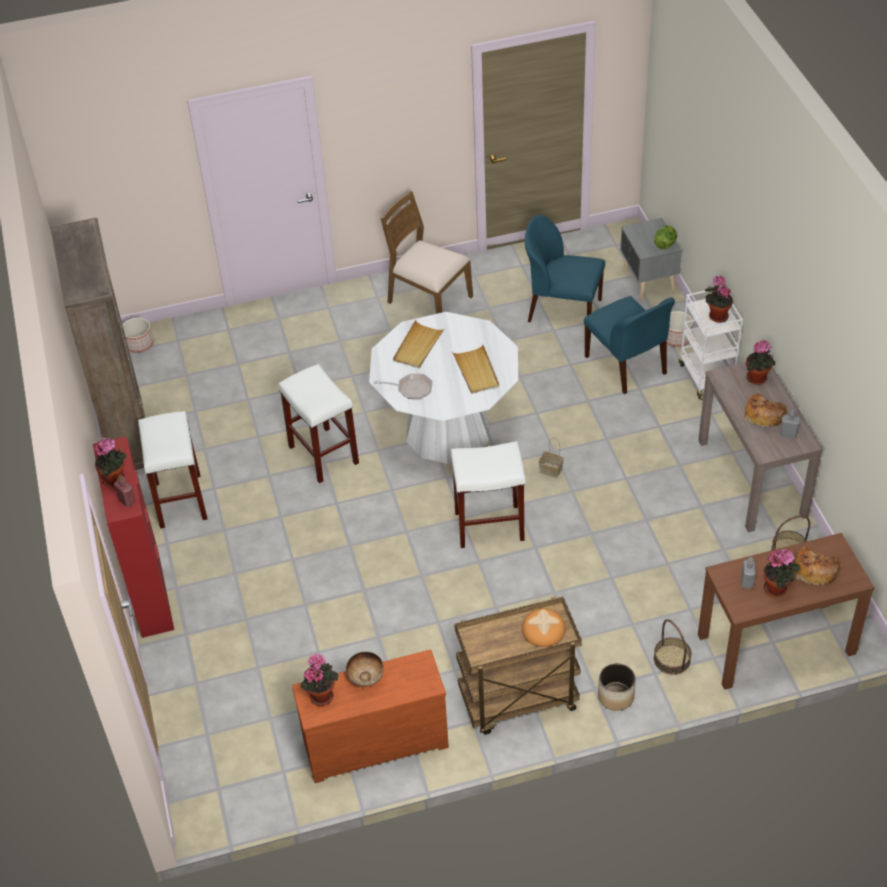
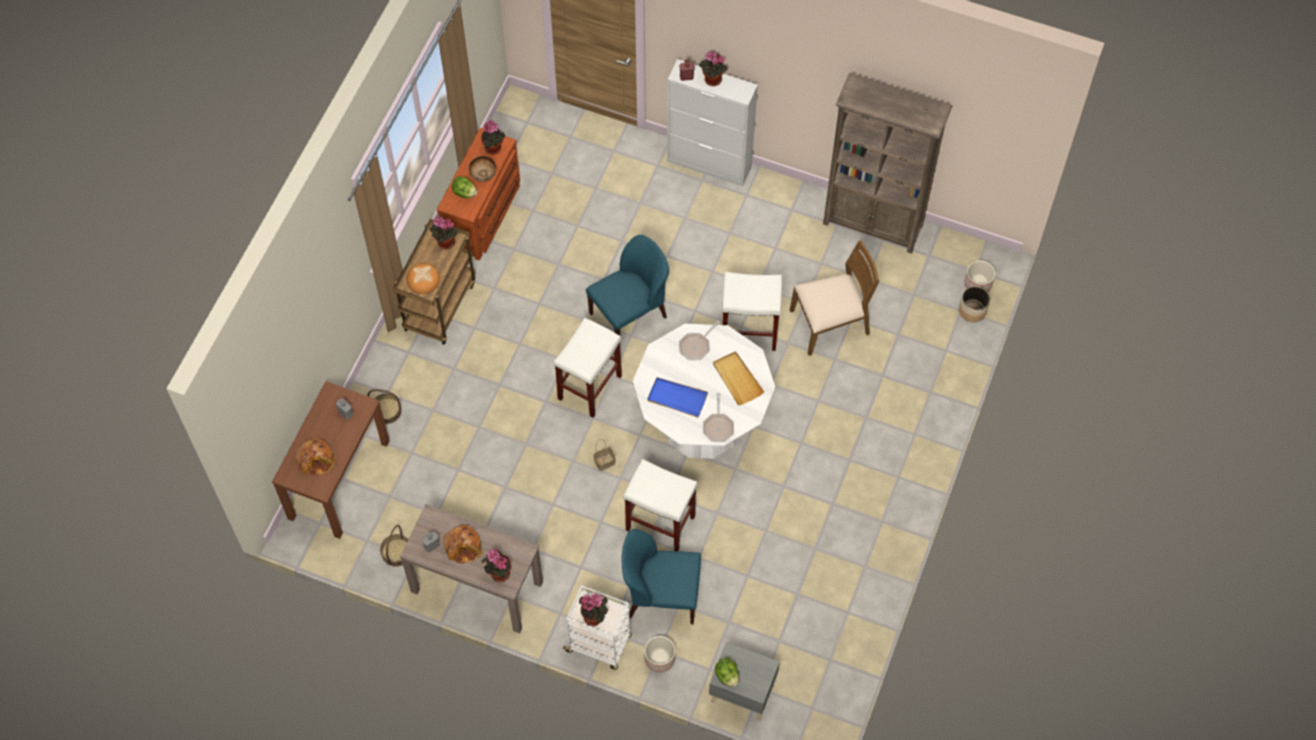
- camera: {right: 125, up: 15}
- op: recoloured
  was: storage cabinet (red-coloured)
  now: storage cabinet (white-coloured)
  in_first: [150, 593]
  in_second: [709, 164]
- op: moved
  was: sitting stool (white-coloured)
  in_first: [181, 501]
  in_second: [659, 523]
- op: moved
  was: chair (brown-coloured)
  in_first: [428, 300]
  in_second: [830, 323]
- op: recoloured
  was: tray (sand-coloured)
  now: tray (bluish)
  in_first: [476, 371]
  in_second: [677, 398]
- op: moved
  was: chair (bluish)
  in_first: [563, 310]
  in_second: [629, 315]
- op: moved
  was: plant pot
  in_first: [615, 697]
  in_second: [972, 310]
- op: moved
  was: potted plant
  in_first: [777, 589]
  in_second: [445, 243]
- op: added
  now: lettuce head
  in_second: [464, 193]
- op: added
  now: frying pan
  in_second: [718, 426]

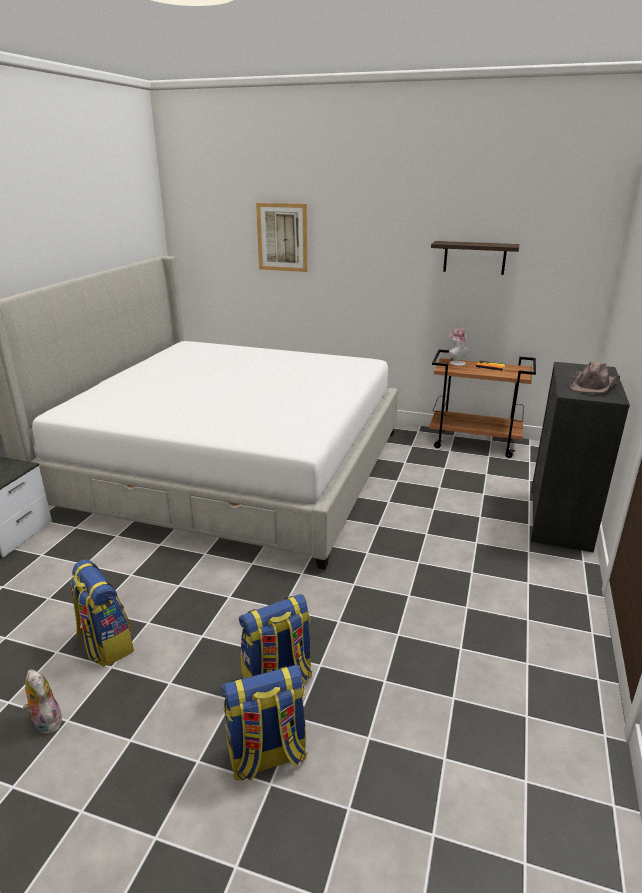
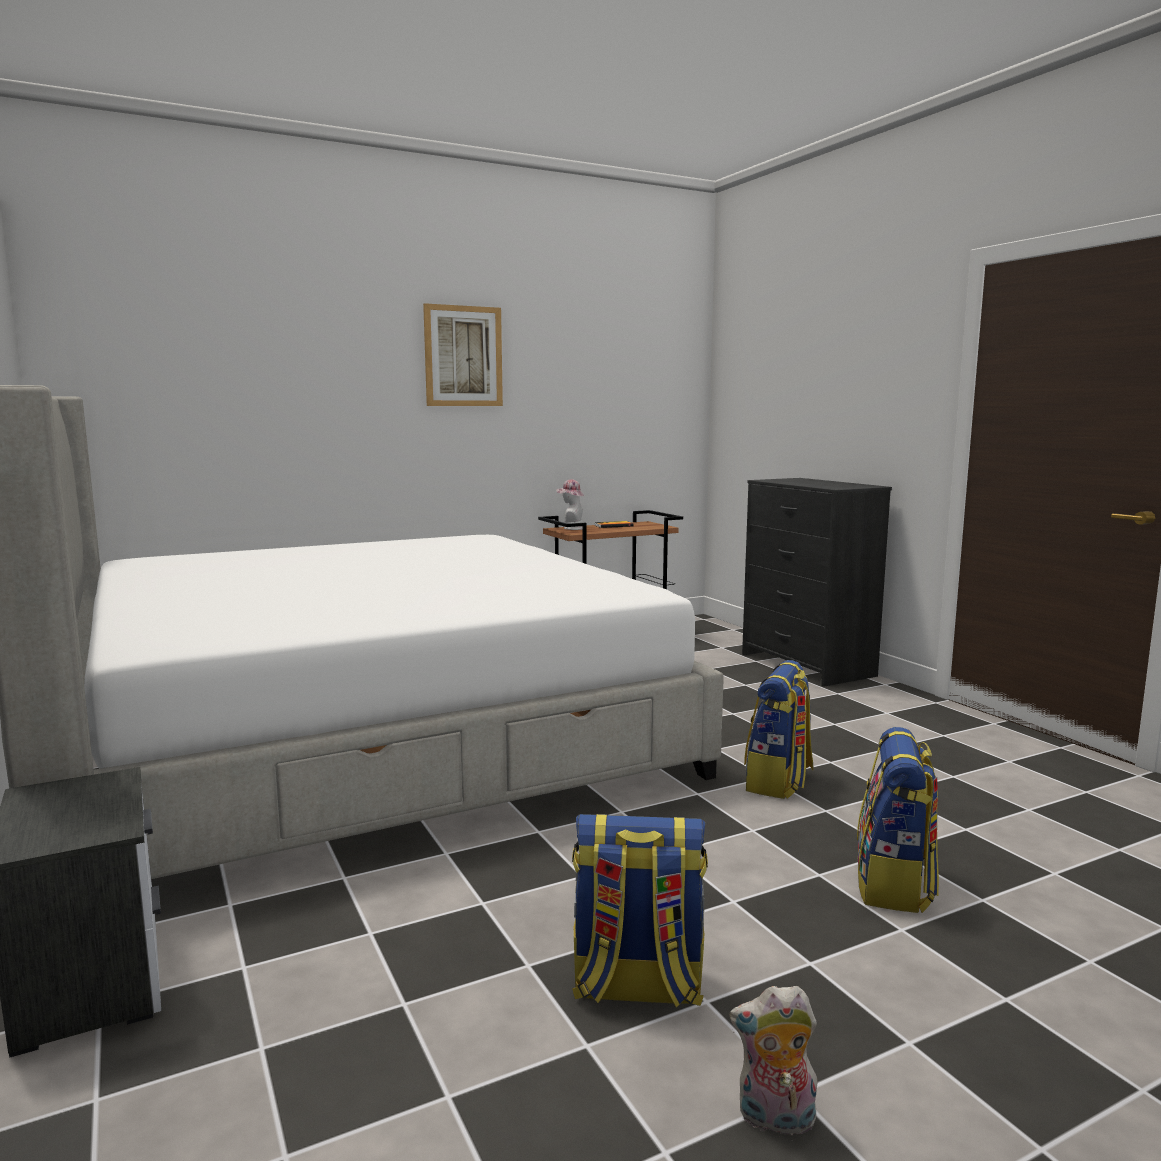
- camera: {right: -45, up: -15}
- op: moved
  was: rucksack
  in_first: [267, 756]
  in_second: [778, 782]
- op: moved
  was: picture
  in_first: [282, 237]
  in_second: [463, 356]
- op: removed
  was: shelf
  in_first: [474, 257]
- op: removed
  was: wearable hat (brown-coloured)
  in_first: [593, 385]

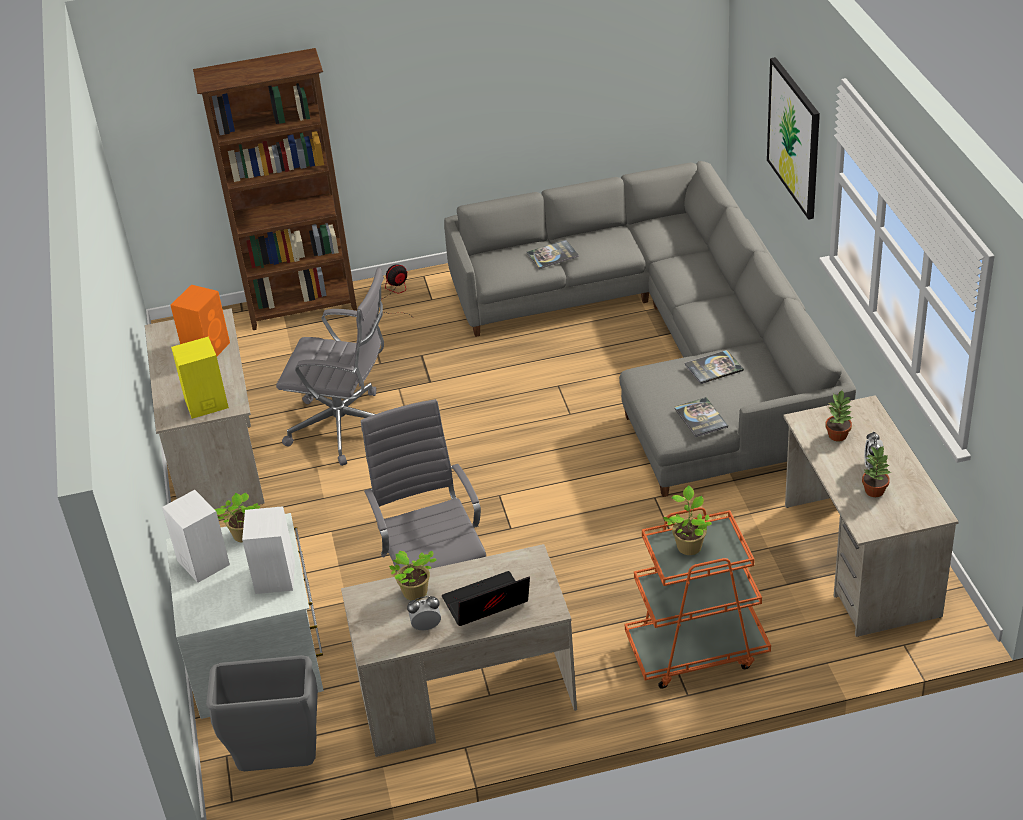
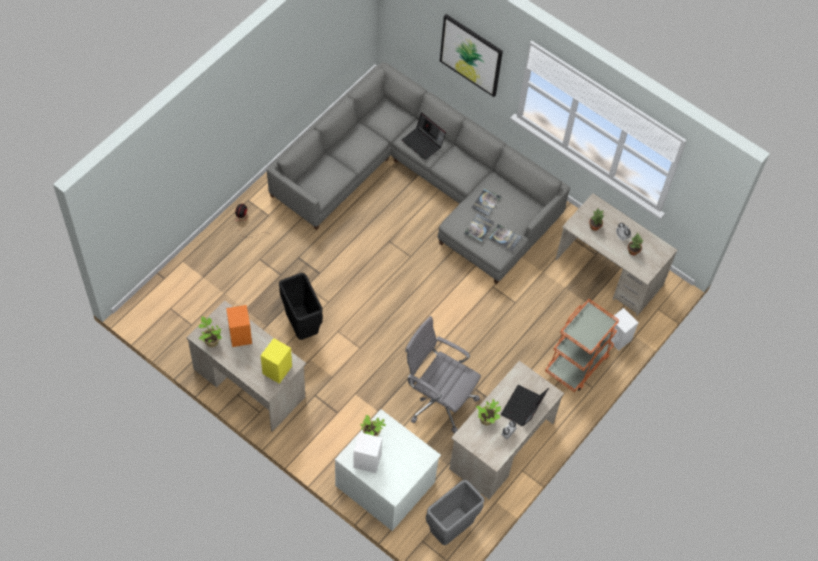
- camera: {right: -45, up: 20}
- op: removed
  was: bookcase (brown-coloured)
  in_first: [303, 308]
- op: moved
  was: speaker (white-coloured)
  in_first: [275, 578]
  in_second: [618, 338]
- op: replaced
  was: desk chair (greyish)
  now: waste bin (black-coloured)
  in_first: [346, 427]
  in_second: [302, 326]
- op: moved
  was: bound book
  in_first: [552, 255]
  in_second: [479, 228]
- op: moved
  was: potted plant
  in_first: [689, 545]
  in_second: [211, 341]
- op: added
  now: portable computer
  in_second: [423, 143]

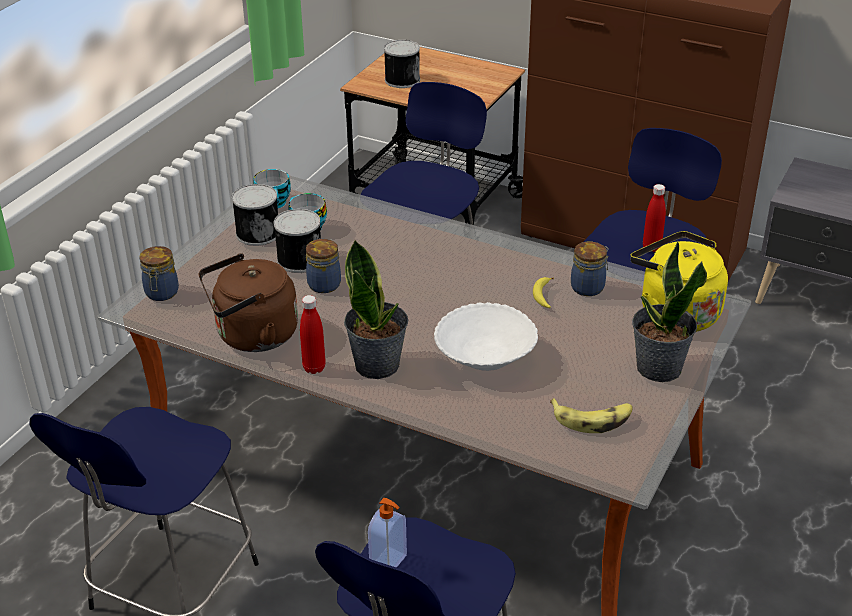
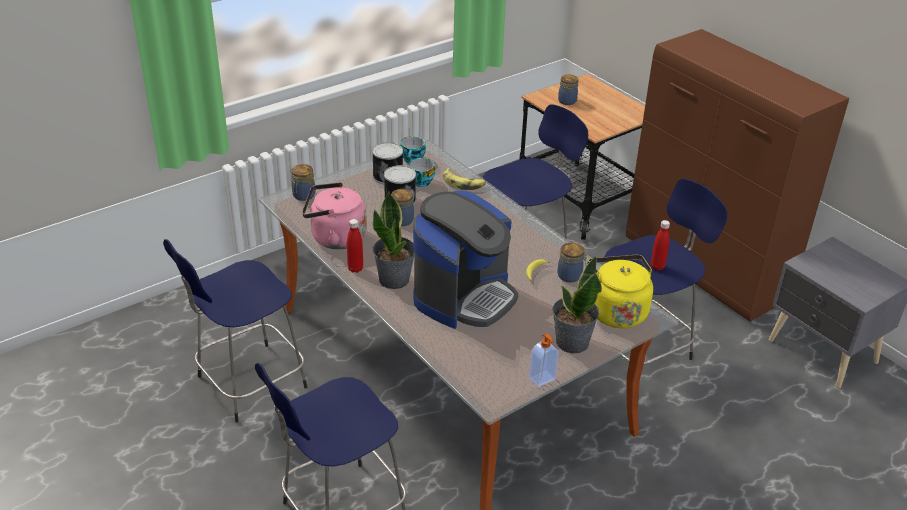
- camera: {right: 25, up: 0}
- op: recoloured
  was: water kettle (brown-coloured)
  now: water kettle (pink-coloured)
  in_first: [252, 336]
  in_second: [335, 238]
- op: moved
  was: soap dispenser
  in_first: [389, 562]
  in_second: [542, 379]
- op: replaced
  was: sealed can
  now: storage jar
  in_first: [401, 80]
  in_second: [567, 101]
- op: replaced
  was: deep dish (white-coloured)
  now: coffee machine
  in_first: [485, 356]
  in_second: [464, 297]
- op: moved
  was: banana fruit
  in_first: [592, 419]
  in_second: [463, 183]

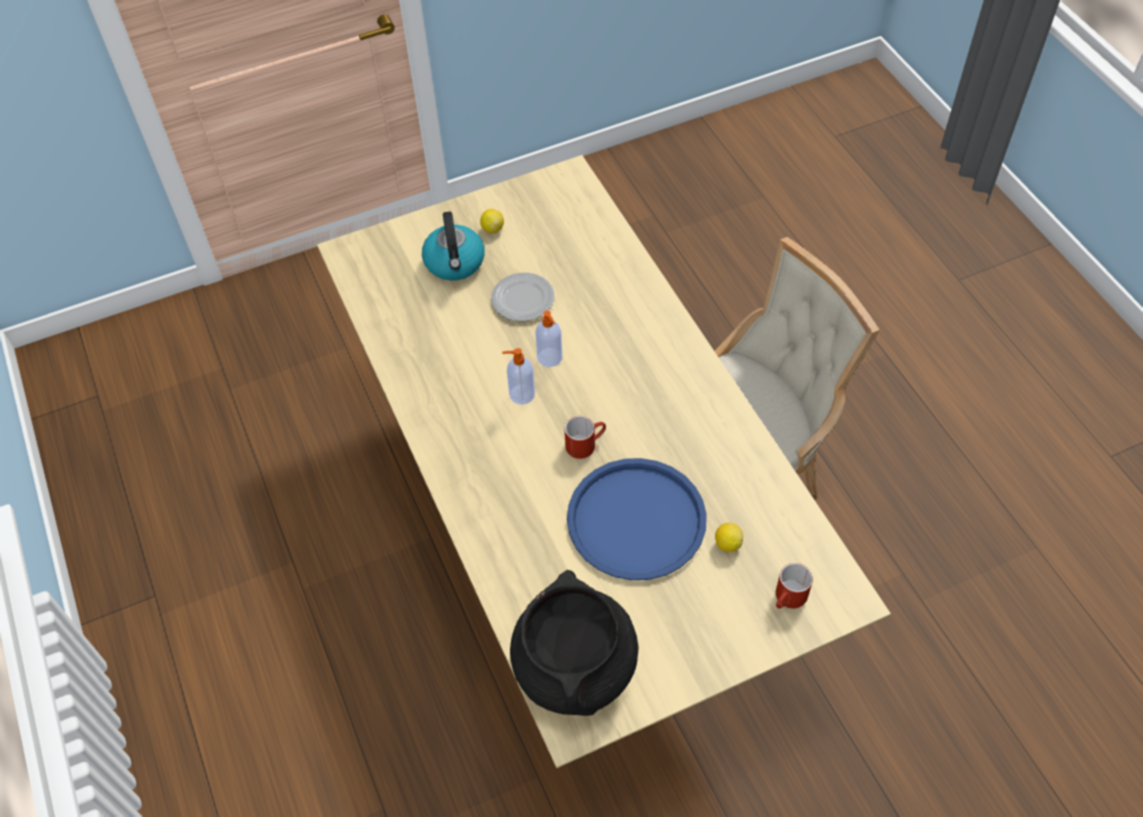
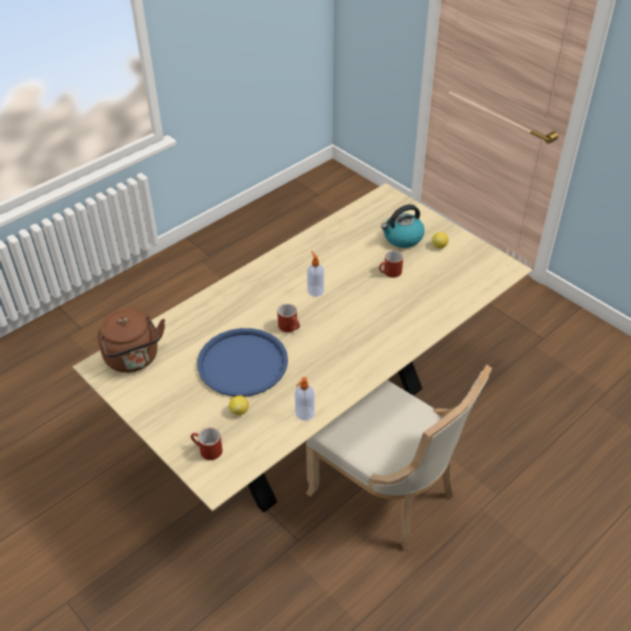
- camera: {right: 70, up: -10}
- op: replaced
  was: dinner plate
  now: mug (red-coloured)
  in_first: [523, 299]
  in_second: [390, 273]
- op: replaced
  was: cooking pot (black-coloured)
  now: water kettle (brown-coloured)
  in_first: [575, 668]
  in_second: [134, 359]
- op: moved
  was: soap dispenser
  in_first: [550, 358]
  in_second: [304, 414]

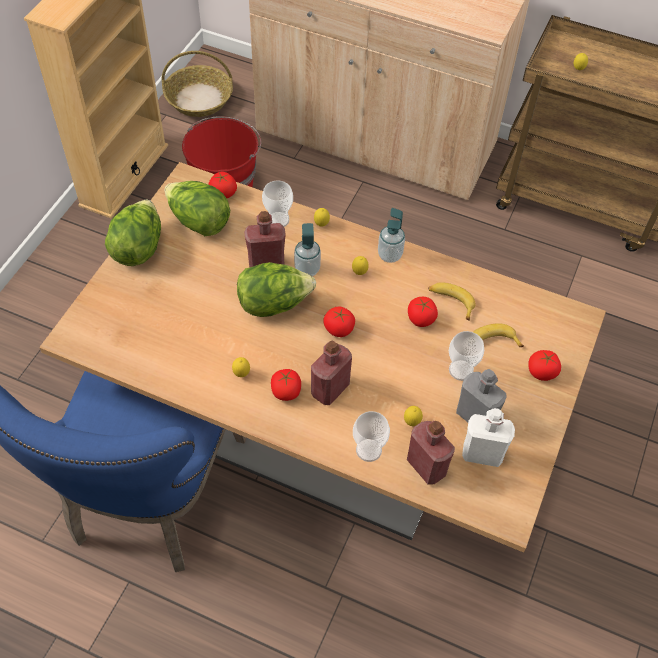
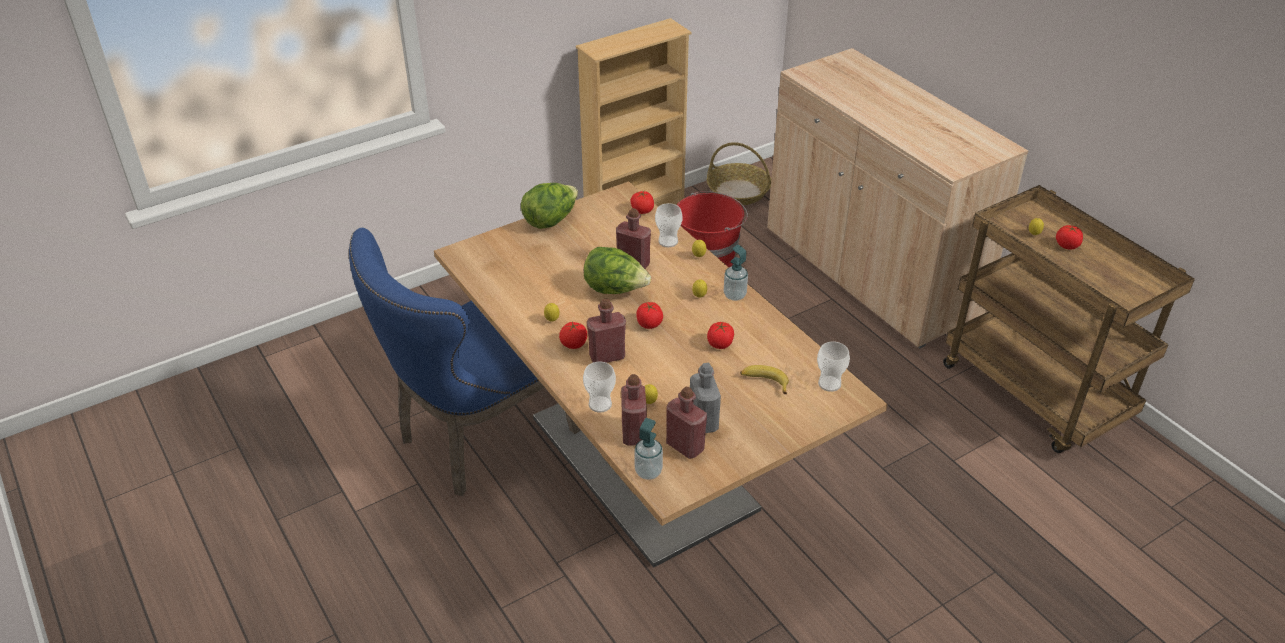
- camera: {right: 35, up: -15}
- op: removed
  was: lettuce head
  in_first: [199, 222]
- op: moved
  was: soap dispenser
  in_first: [307, 269]
  in_second: [648, 472]
- op: removed
  was: banana fruit
  in_first: [451, 301]
- op: moved
  was: cup
  in_first: [461, 370]
  in_second: [829, 384]
- op: recoloured
  was: bottle (white-coloured)
  now: bottle (red-coloured)
  in_first: [482, 454]
  in_second: [685, 446]
- op: moved
  was: tomato
  in_first: [541, 372]
  in_second: [1067, 245]

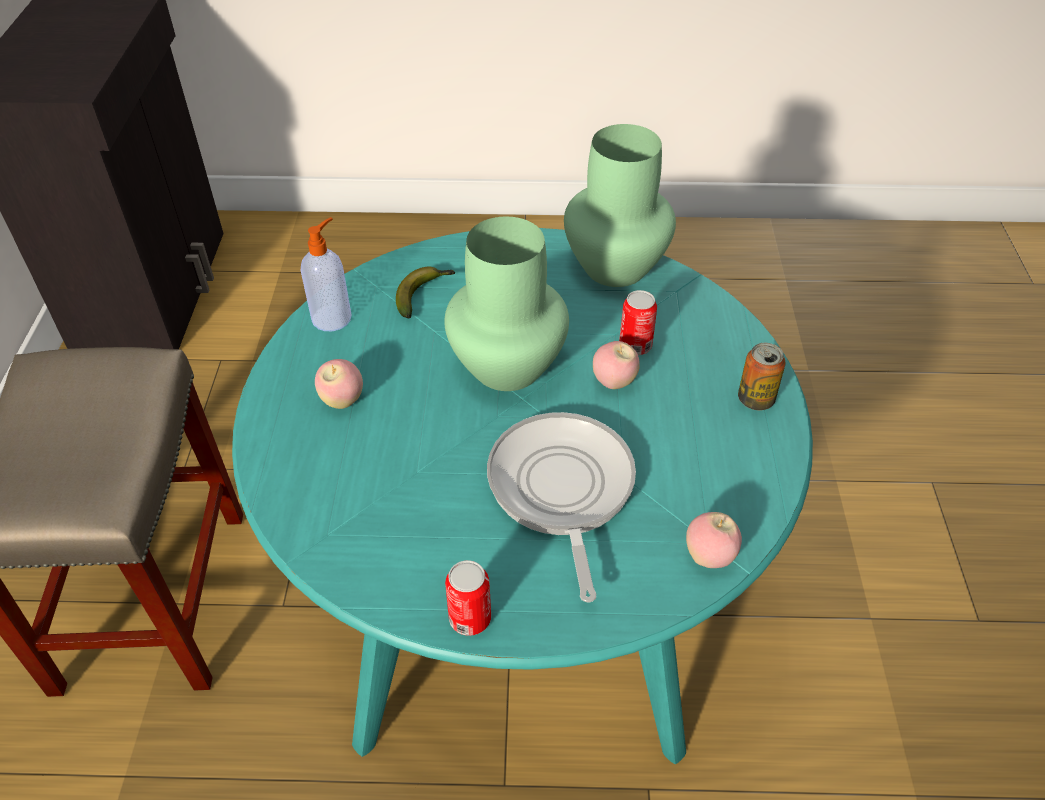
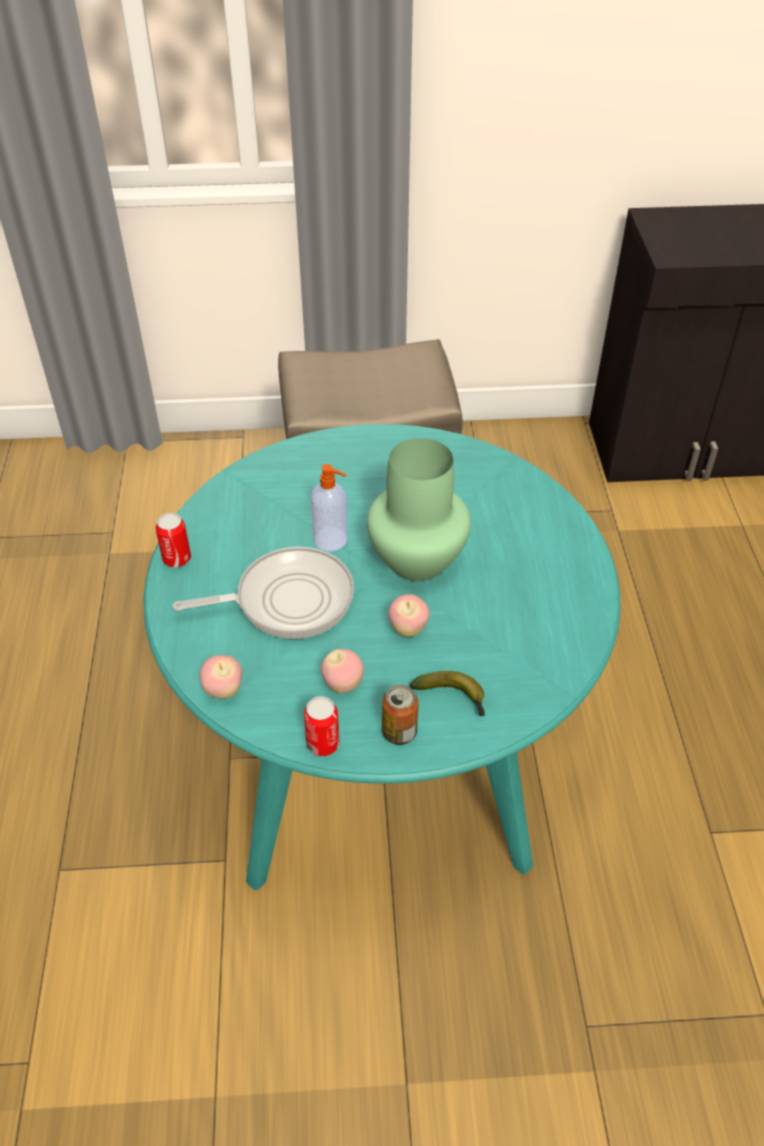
- camera: {right: 85, up: 0}
- op: moved
  was: soap dispenser
  in_first: [332, 317]
  in_second: [331, 540]
- op: moved
  was: whole apple
  in_first: [342, 400]
  in_second: [342, 684]
- op: moved
  was: banana fruit
  in_first: [423, 295]
  in_second: [453, 697]
- op: removed
  was: decorative vase (greenish)
  in_first: [616, 266]
- op: moved
  was: sealed can
  in_first: [635, 346]
  in_second: [323, 744]

